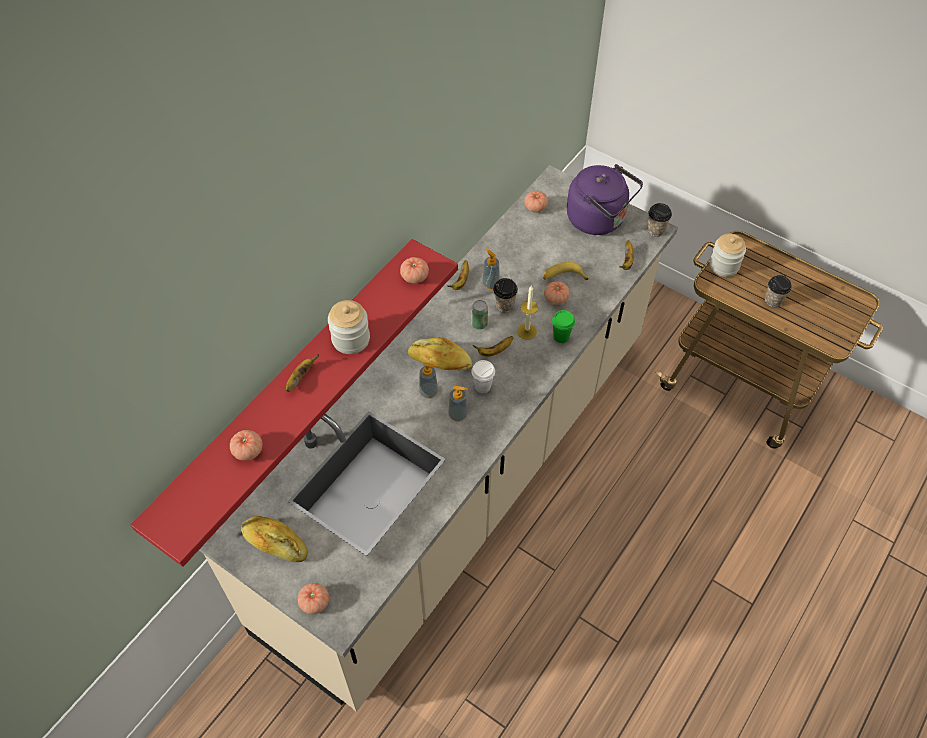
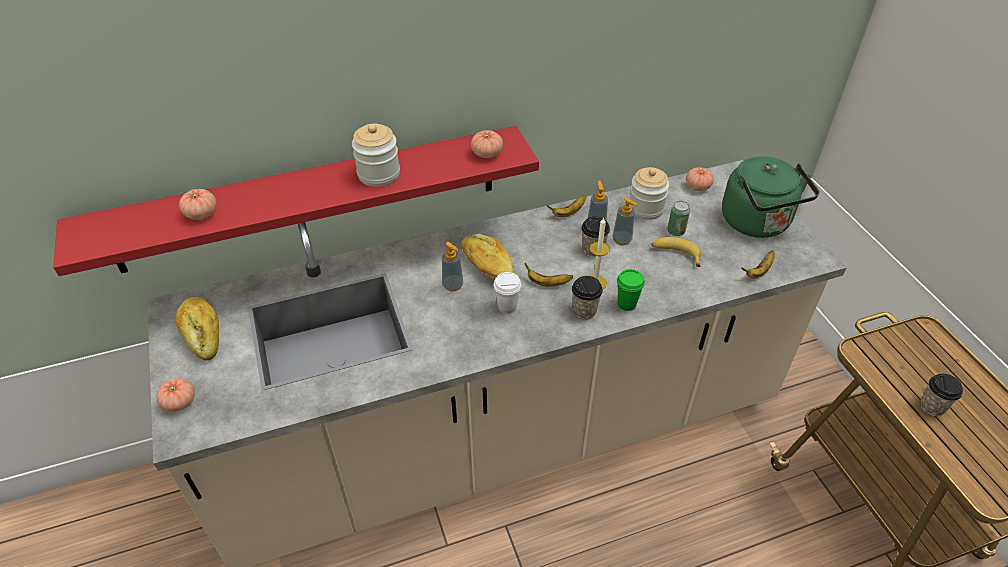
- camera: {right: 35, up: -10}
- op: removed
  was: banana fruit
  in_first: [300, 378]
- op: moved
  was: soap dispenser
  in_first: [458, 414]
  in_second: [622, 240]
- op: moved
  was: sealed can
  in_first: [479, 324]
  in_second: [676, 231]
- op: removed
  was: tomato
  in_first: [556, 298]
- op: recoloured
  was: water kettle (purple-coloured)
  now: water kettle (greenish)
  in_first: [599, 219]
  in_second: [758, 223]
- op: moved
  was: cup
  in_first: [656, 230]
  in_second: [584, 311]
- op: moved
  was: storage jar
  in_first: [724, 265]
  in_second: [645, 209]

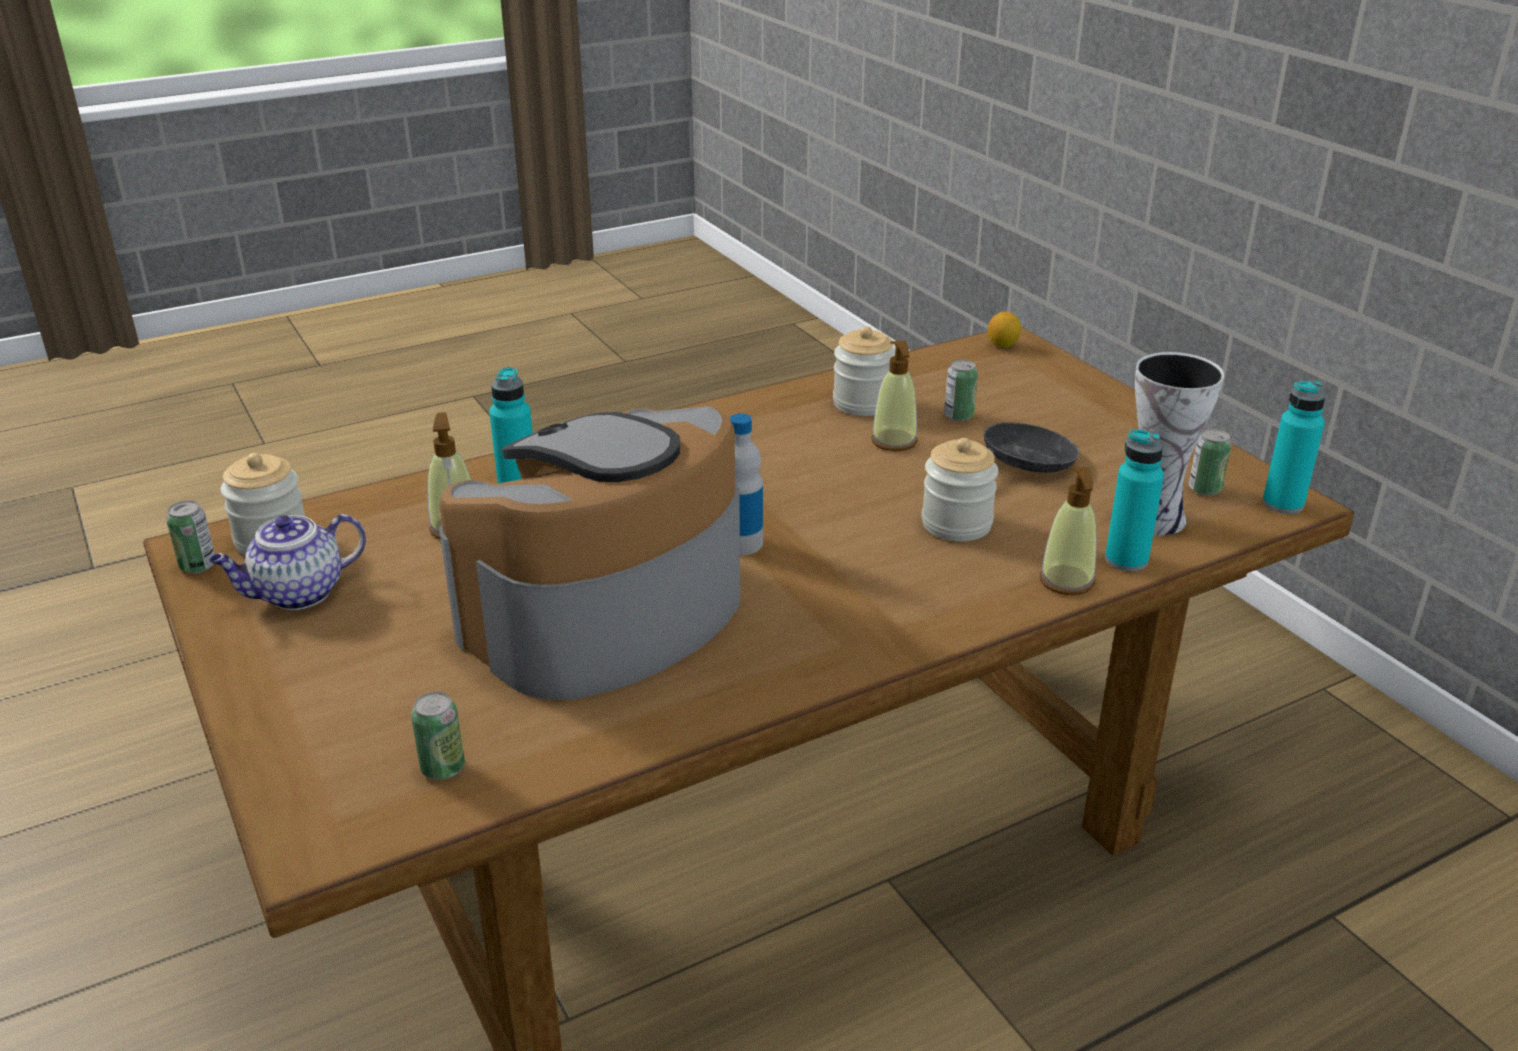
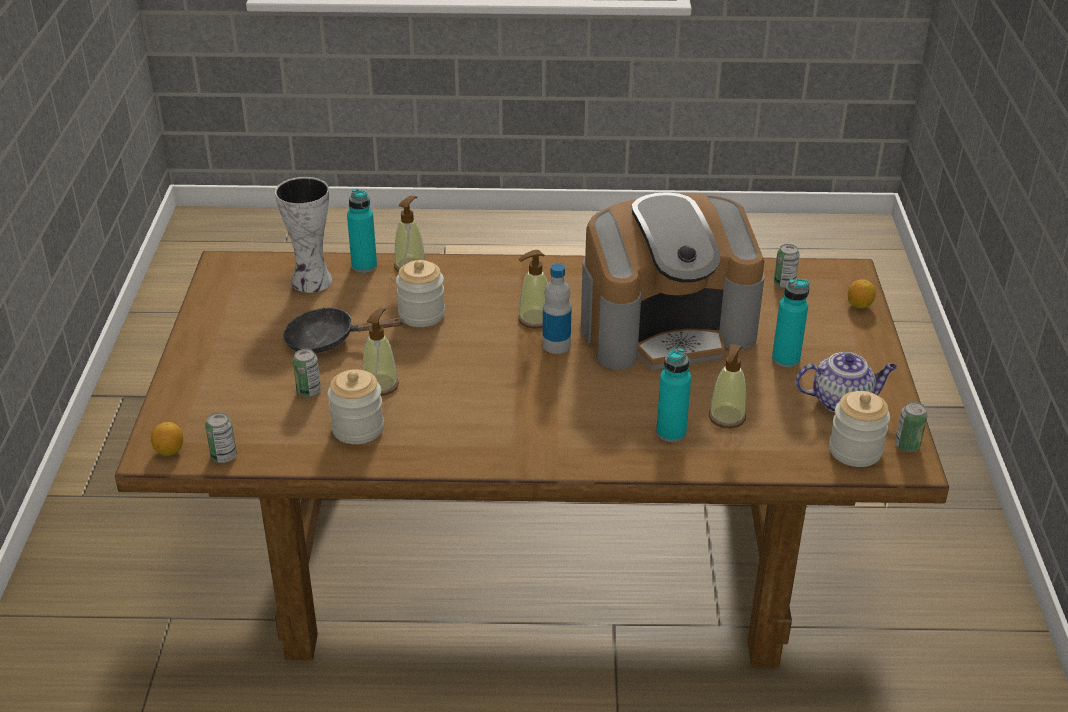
- camera: {right: -150, up: 5}
- op: moved
  was: sealed can
  in_first: [1204, 489]
  in_second: [224, 456]
- op: moved
  was: bottle (turquoise-coloured)
  in_first: [1283, 504]
  in_second: [785, 359]
- op: added
  now: soap dispenser
  in_second: [534, 319]
- op: added
  now: lemon
  in_second: [859, 305]

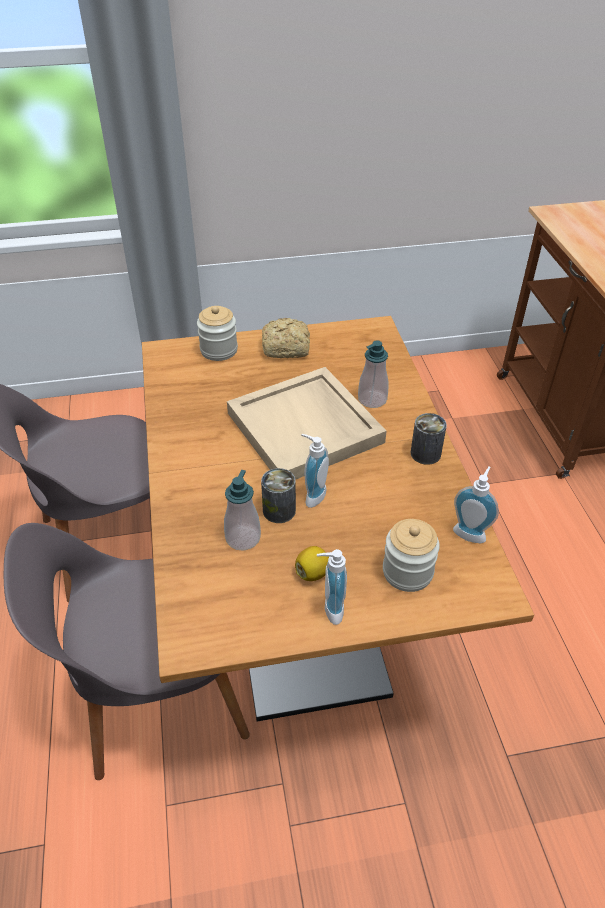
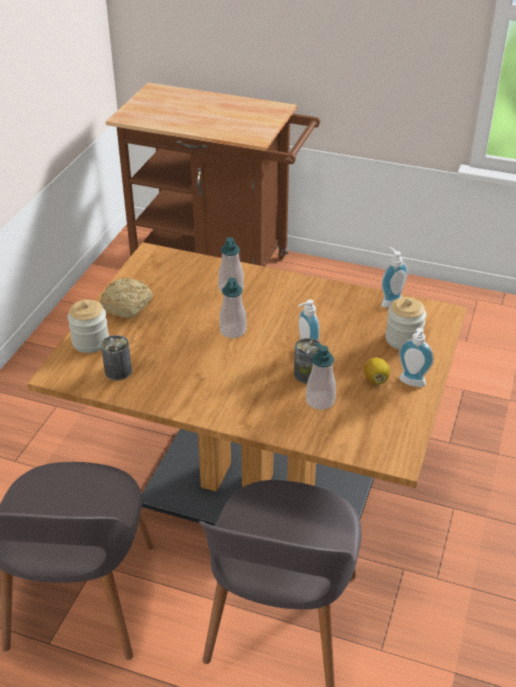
- camera: {right: -60, up: -5}
- op: replaced
  was: tray (sand-coloured)
  now: soap dispenser
  in_first: [306, 428]
  in_second: [233, 330]
- op: moved
  was: sealed can
  in_first: [425, 453]
  in_second: [118, 371]

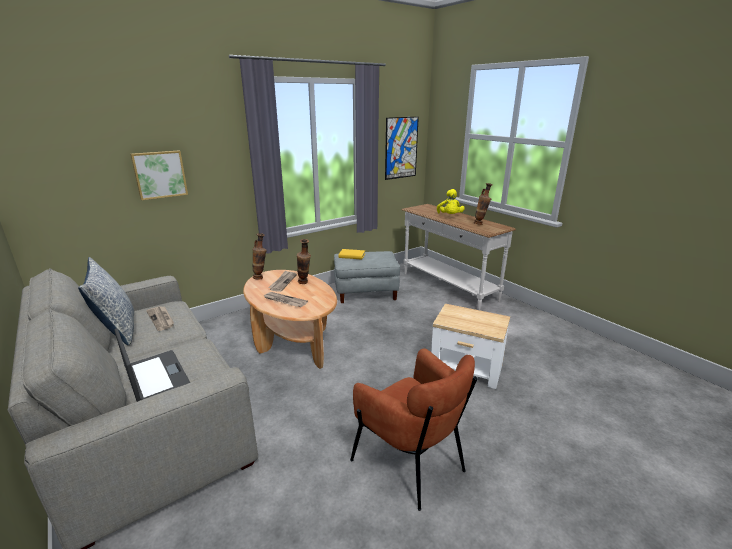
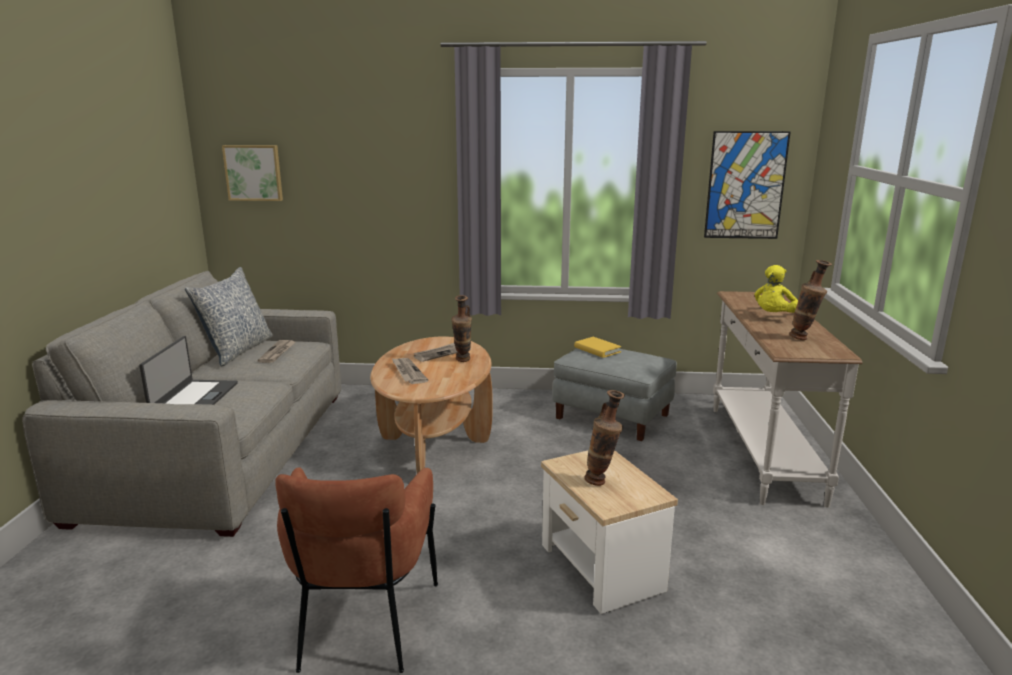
- camera: {right: 40, up: -5}
- op: moved
  was: picture
  in_first: [160, 174]
  in_second: [254, 172]
- op: moved
  was: decorative vase
  in_first: [261, 278]
  in_second: [602, 482]

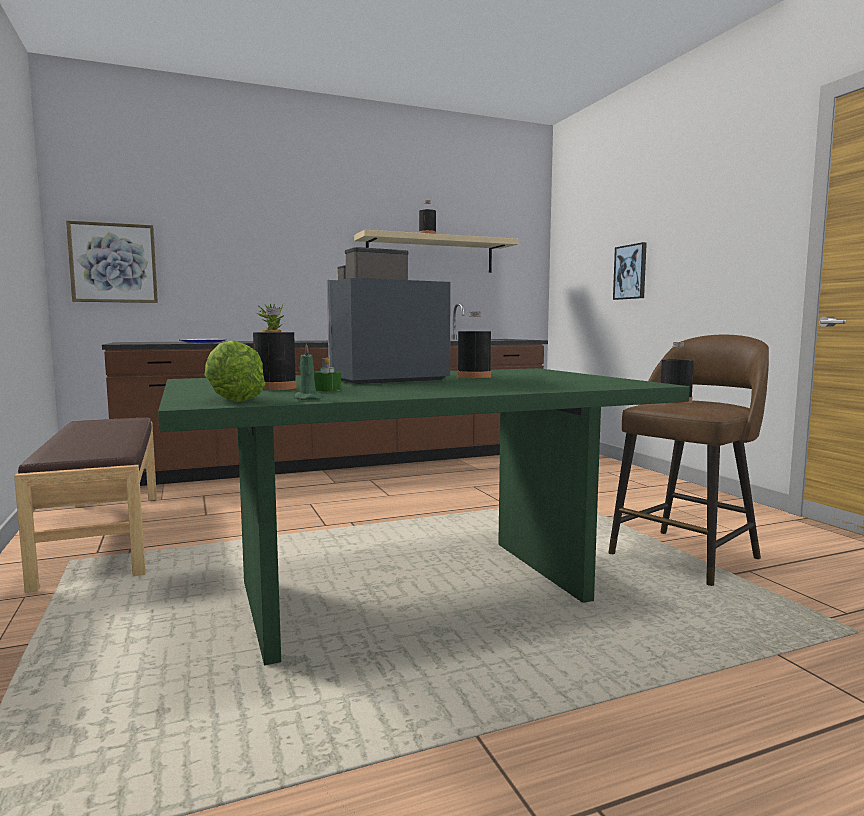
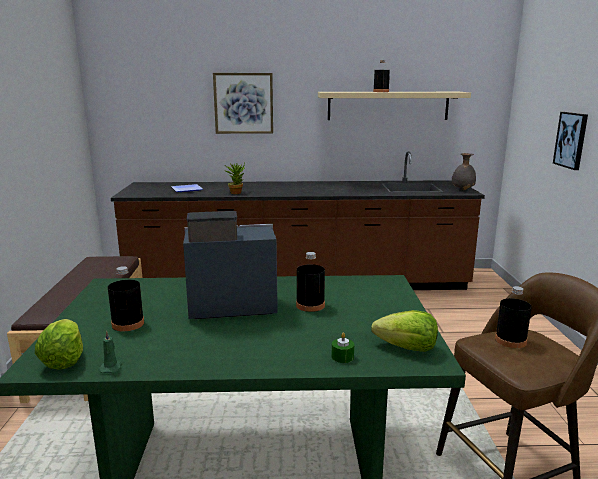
- camera: {right: 20, up: 10}
- op: moved
  was: picture
  in_first: [113, 263]
  in_second: [243, 103]
- op: moved
  was: candle (greenish)
  in_first: [327, 389]
  in_second: [342, 357]
- op: added
  now: lettuce head
  in_second: [407, 348]
- op: added
  now: decorative vase (greyish)
  in_second: [462, 189]

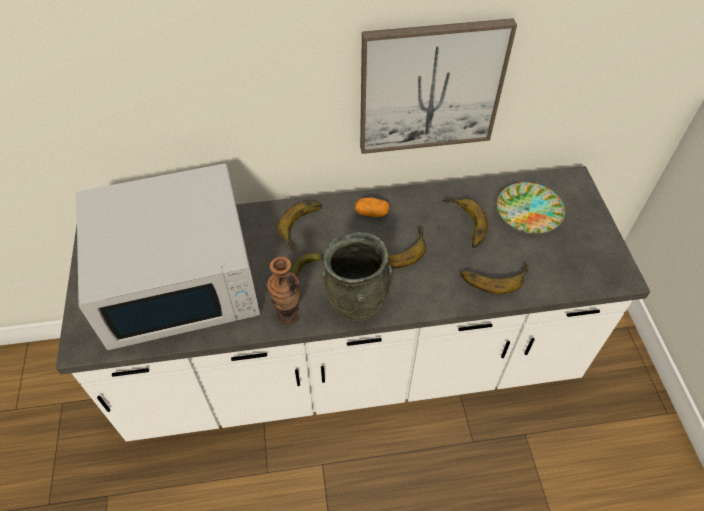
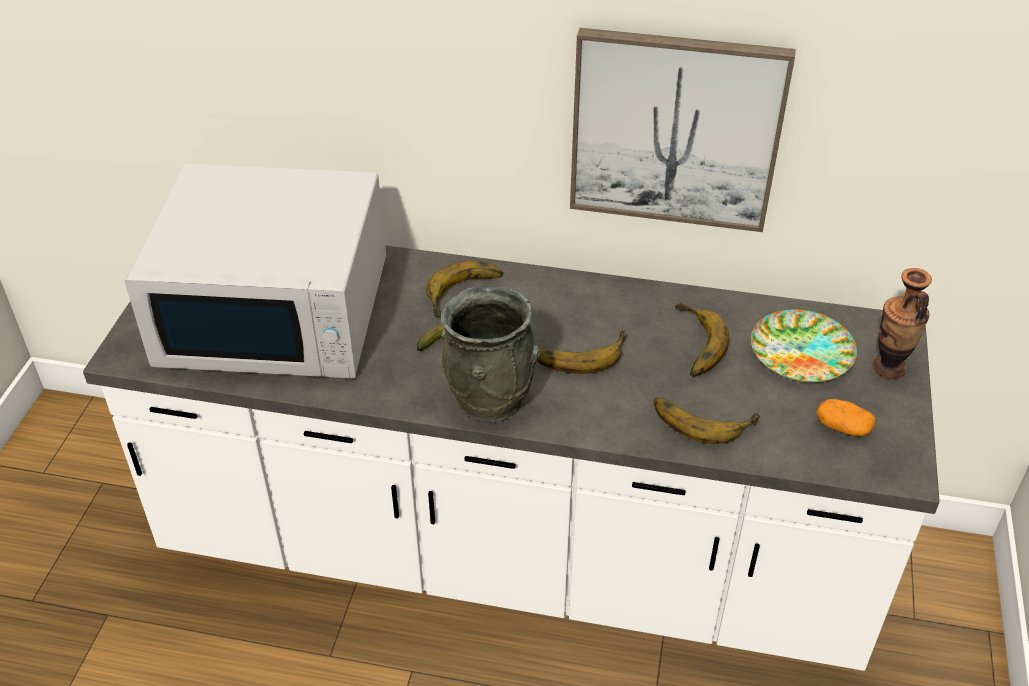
- camera: {right: 20, up: -10}
- op: moved
  was: decorative vase
  in_first: [288, 314]
  in_second: [888, 367]
- op: moved
  was: whole potato
  in_first: [372, 213]
  in_second: [842, 427]

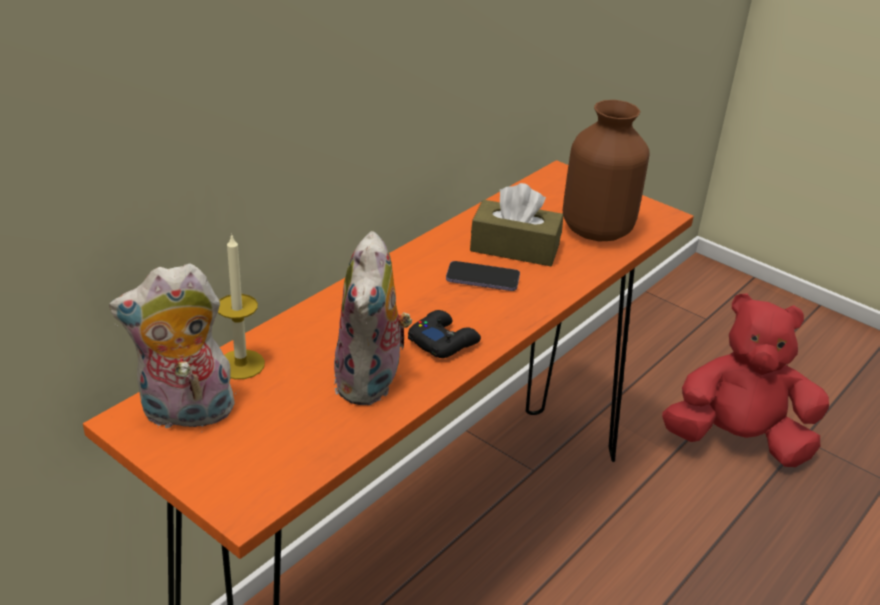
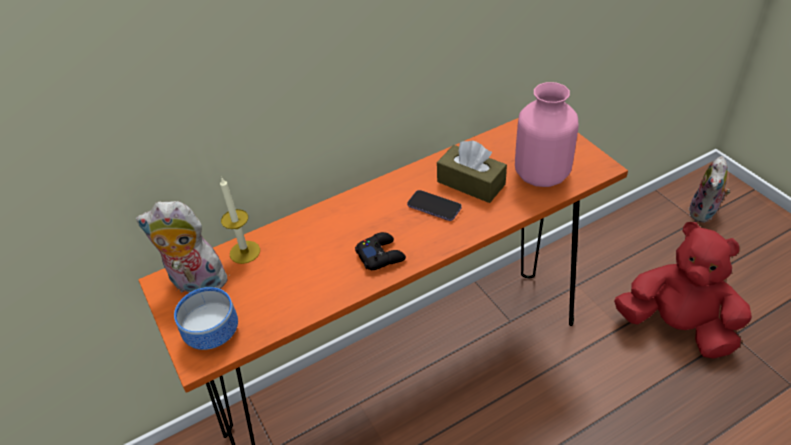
- camera: {right: 25, up: 10}
- op: moved
  was: cuddly toy
  in_first: [371, 383]
  in_second: [704, 213]
- op: recoloured
  was: decorative vase (brown-coloured)
  now: decorative vase (pink-coloured)
  in_first: [595, 230]
  in_second: [540, 175]
- op: added
  now: deep dish
  in_second: [212, 331]

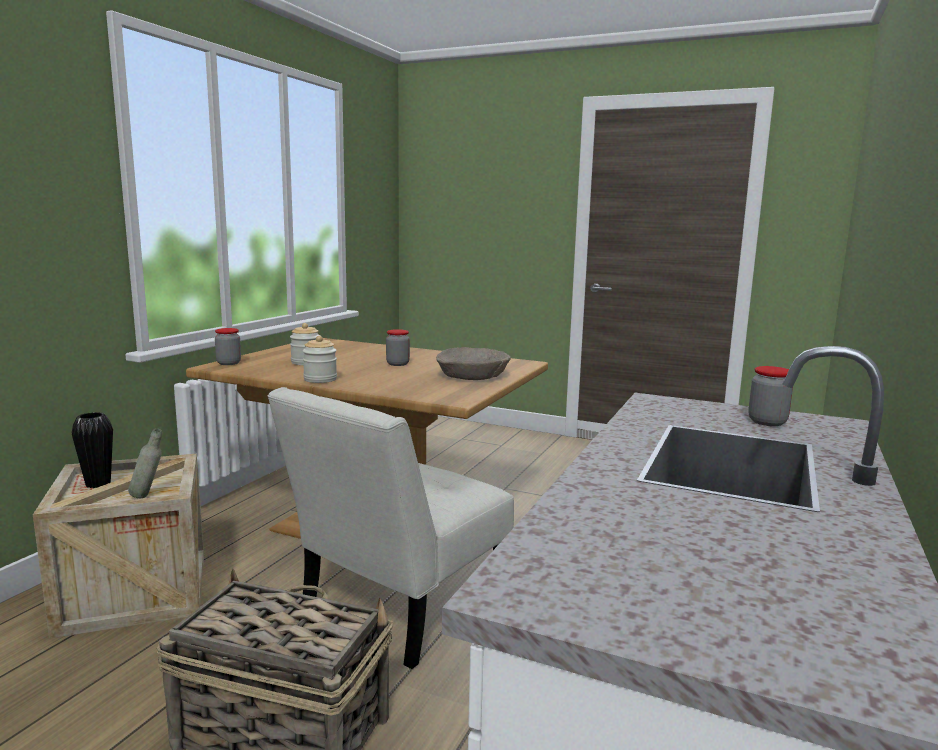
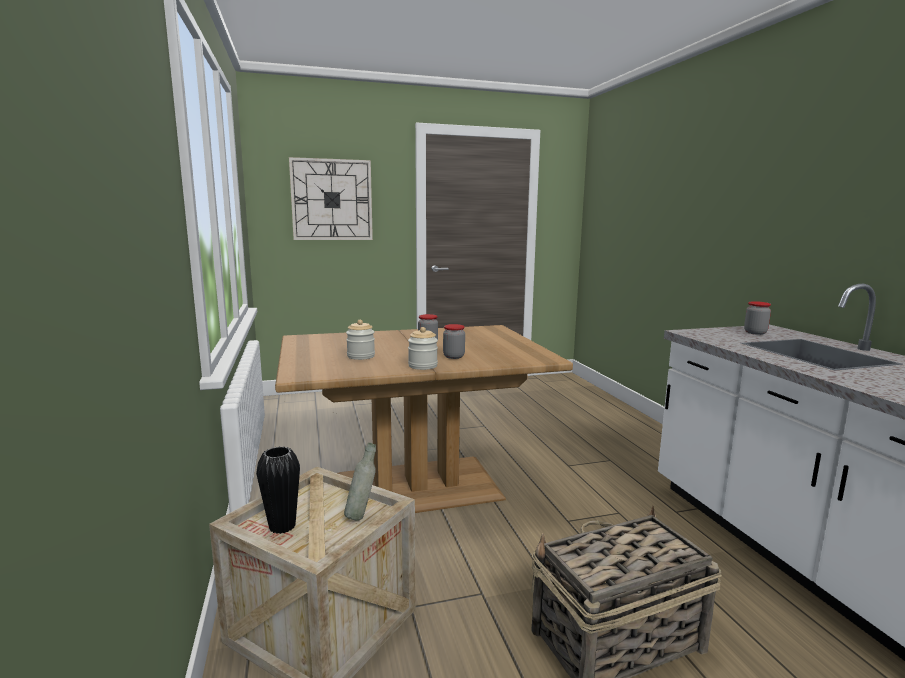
- camera: {right: -40, up: 0}
- op: moved
  was: storage jar
  in_first: [229, 363]
  in_second: [453, 356]
- op: removed
  was: chair (white-coloured)
  in_first: [398, 608]
- op: removed
  was: deep dish (sand-coloured)
  in_first: [473, 376]
- op: added
  now: hanging clock
  in_second: [332, 200]

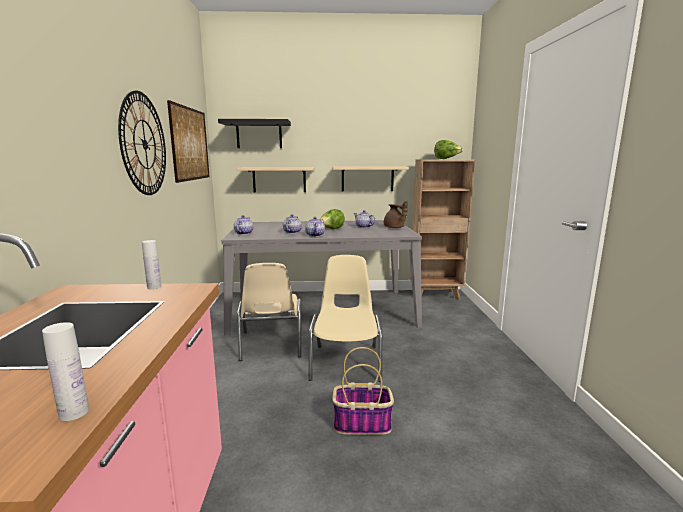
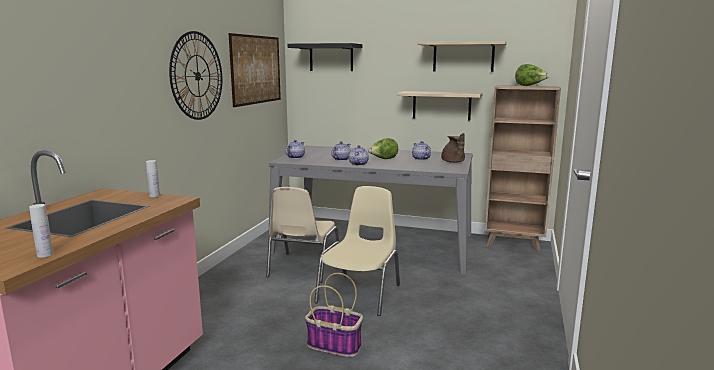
- camera: {right: 20, up: 0}
- op: moved
  was: shelf
  in_first: [279, 179]
  in_second: [463, 57]

